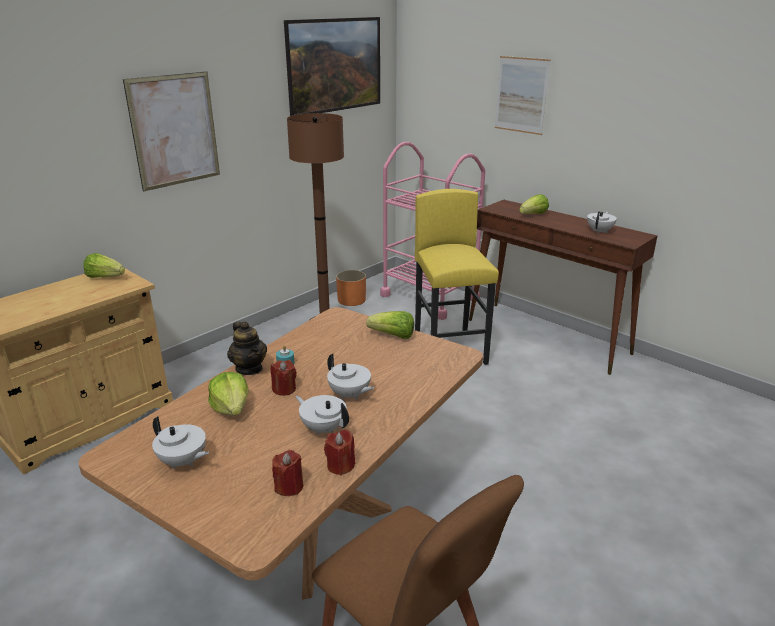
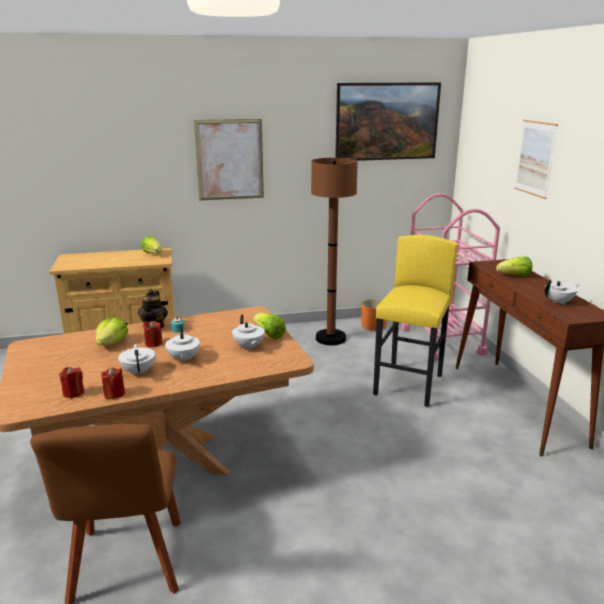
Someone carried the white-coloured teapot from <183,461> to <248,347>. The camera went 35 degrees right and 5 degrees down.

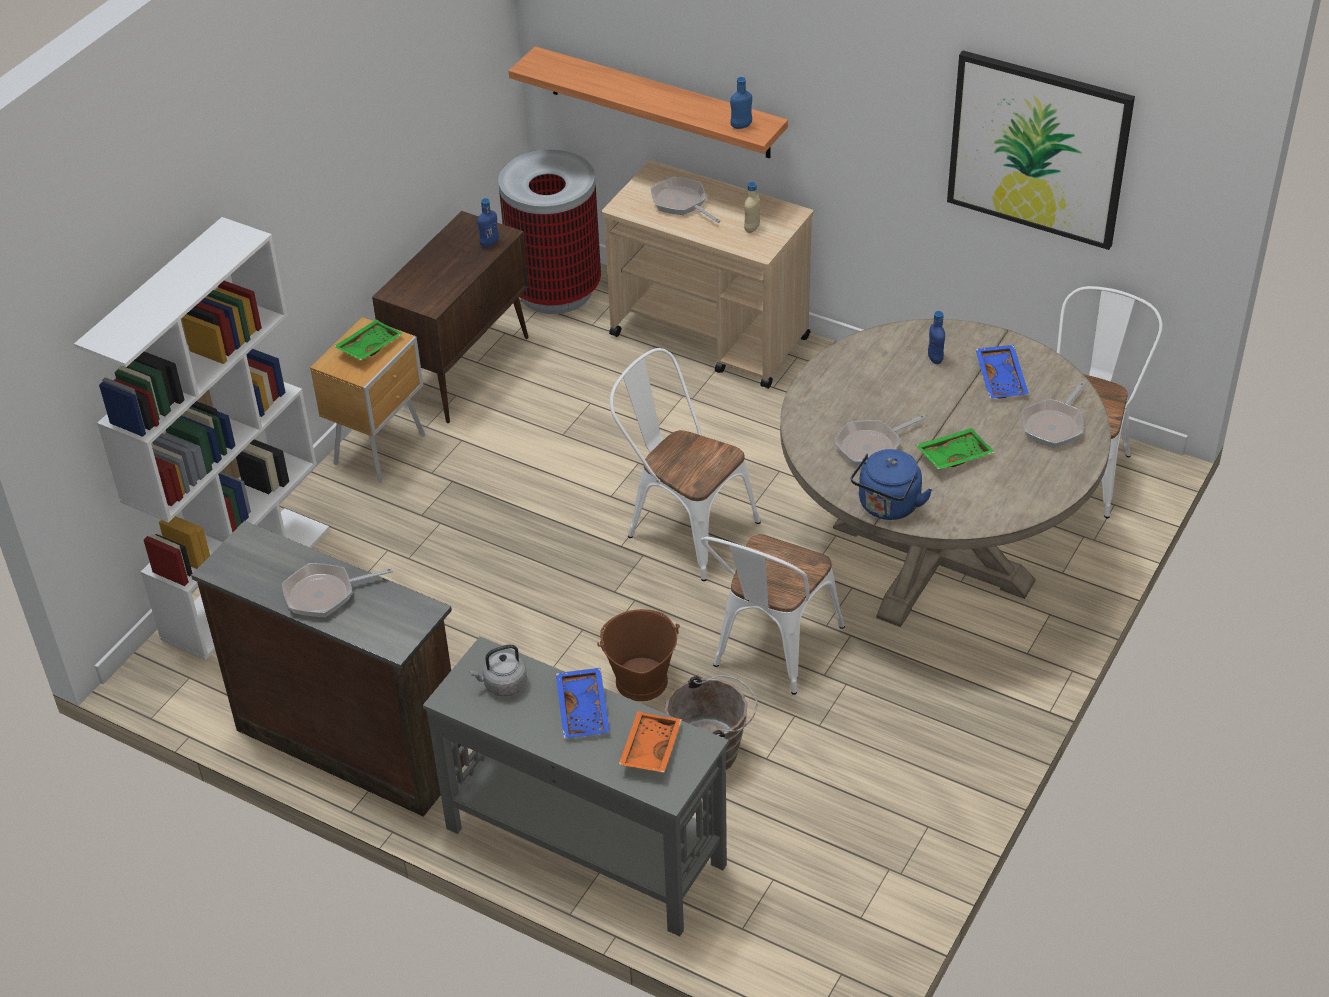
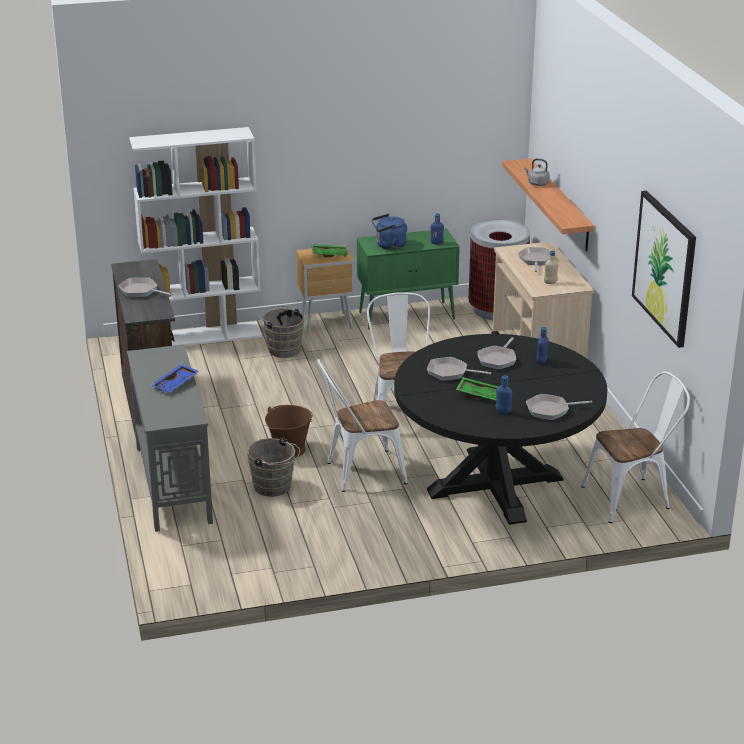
Someone took away the orangey tray at <649,749>. Someone took away the blue tray at <1002,379>. Someone put down the brown bucket at <282,349>. Someone put down the skillet at <498,359>. Someone carried the greyish water kettle from <503,685> to <537,183>. Someone carried the blue beverage bottle from <741,126> to <503,411>. Someone carried the blue water kettle from <887,507> to <389,246>. Someone repainted the brown cabinet at <463,369>, which became the greenish cabinet at <407,315>. Someone repainted the beige kitchen table at <932,554>, which became the black-coloured kitchen table at <495,485>. The camera went 45 degrees right and 15 degrees down.

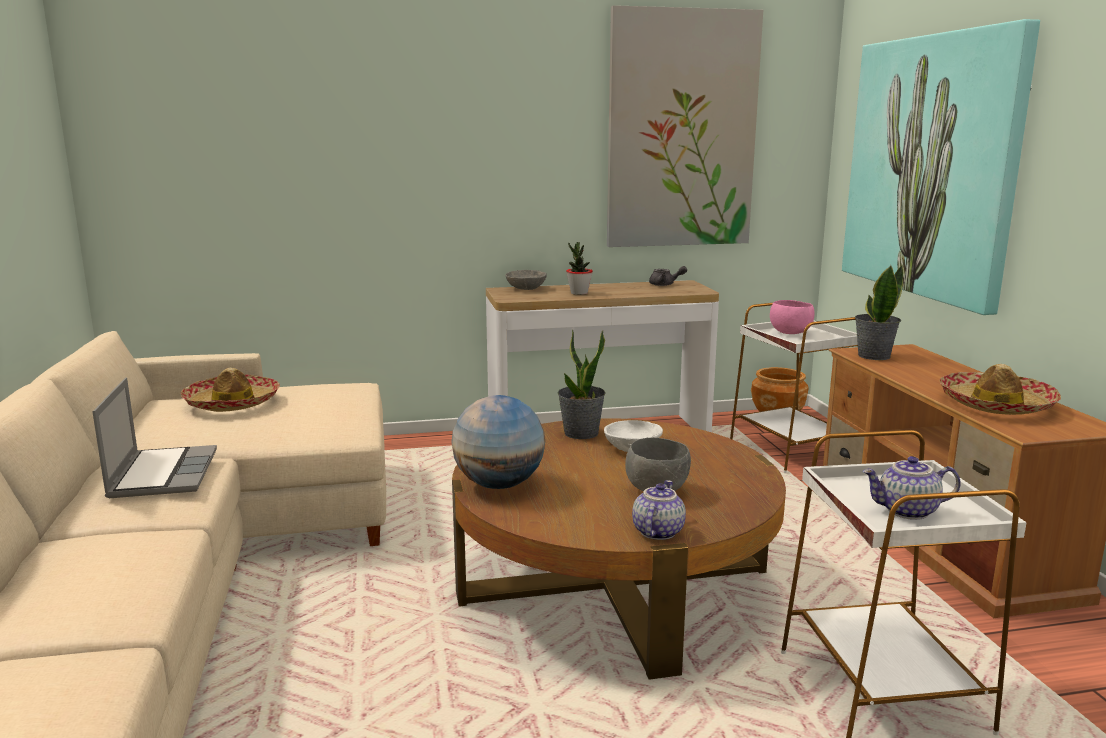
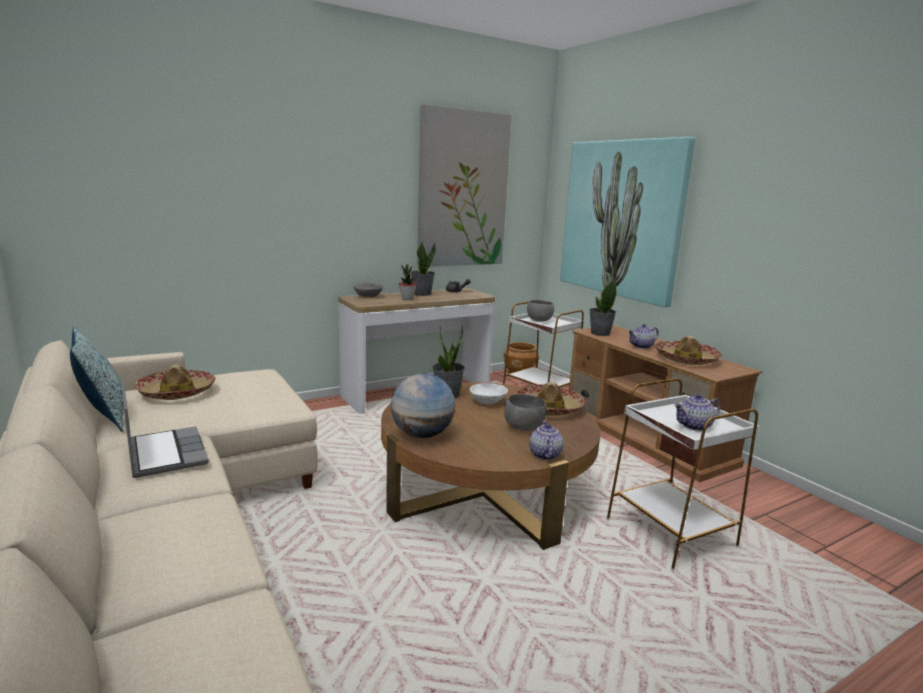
Someone put down the throw pillow at <104,417>. Someone put down the potted plant at <422,294>. Someone put down the wearable hat at <549,408>. Someone put down the teapot at <641,346>. Someone repainted the pink-coloured deep dish at <789,333>, which became the greyish deep dish at <538,320>. The camera went 20 degrees left and 0 degrees up.

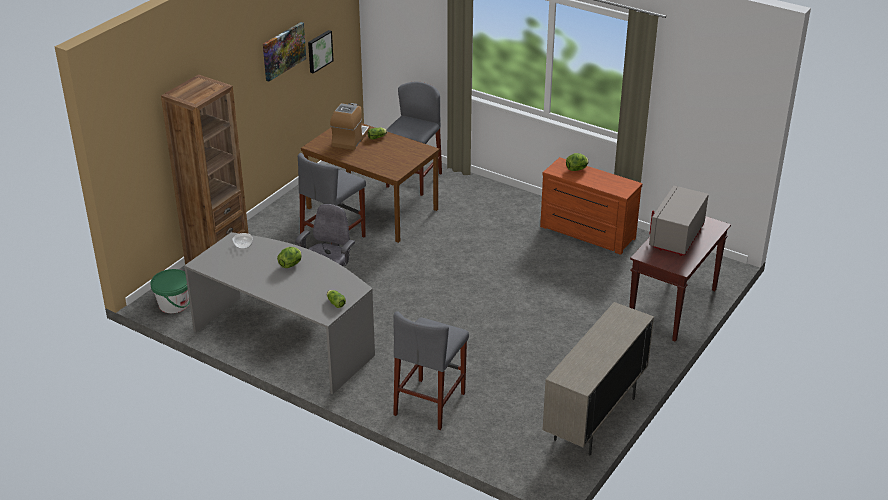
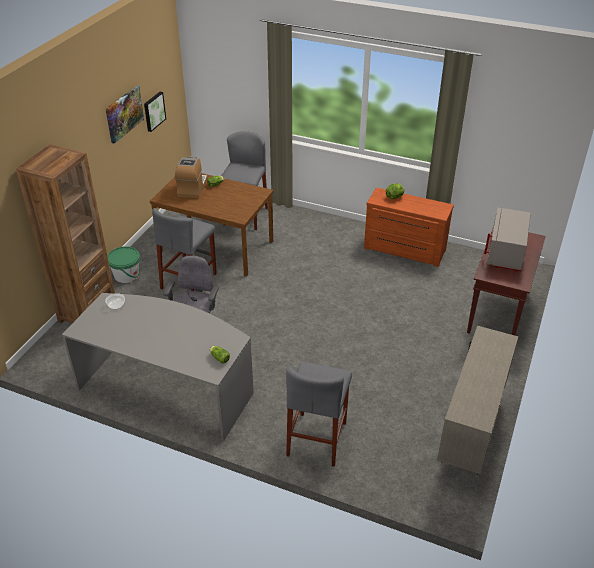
Someone took away the lettuce head at <291,264>. Someone carried the greenish bucket from <174,304> to <126,275>. The camera went 10 degrees left and 5 degrees up.

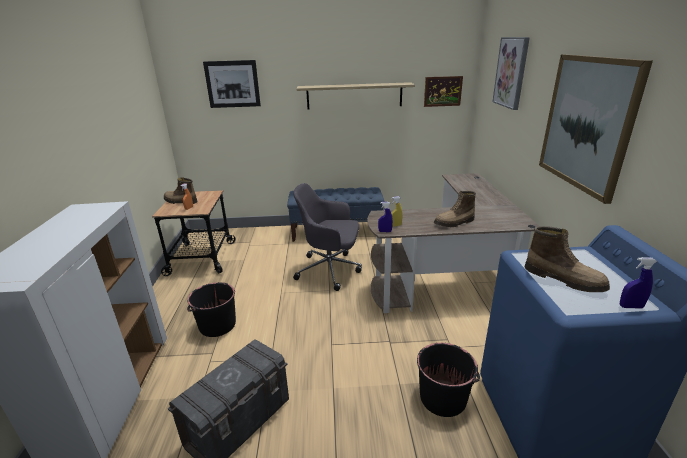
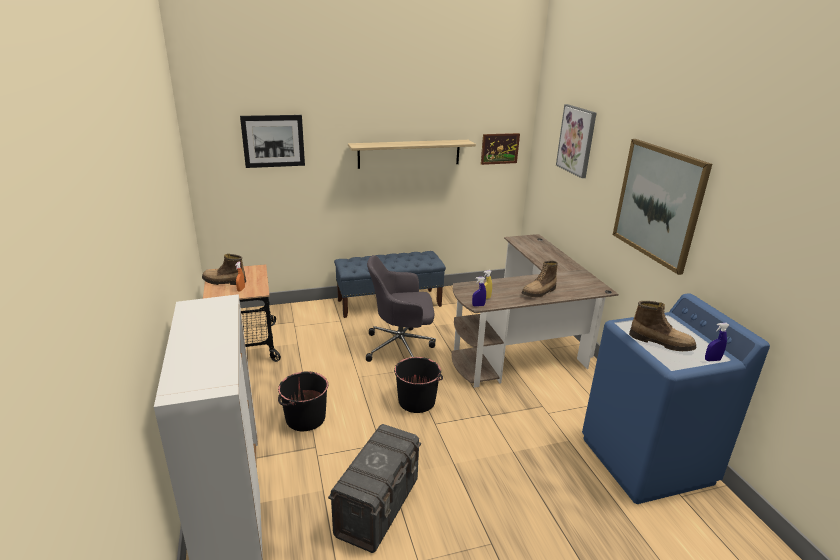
Someone carried the black-coloured bucket from <443,397> to <417,401>. The camera went 15 degrees left and 0 degrees up.

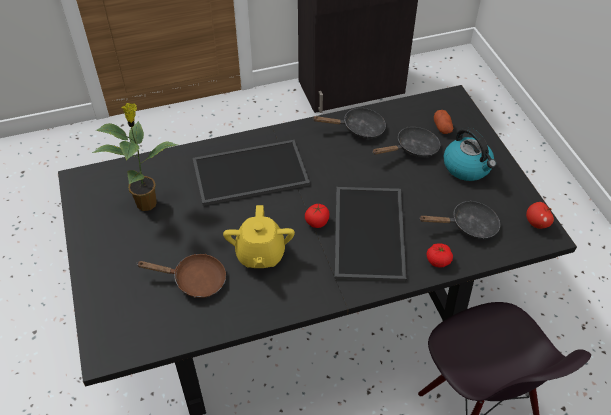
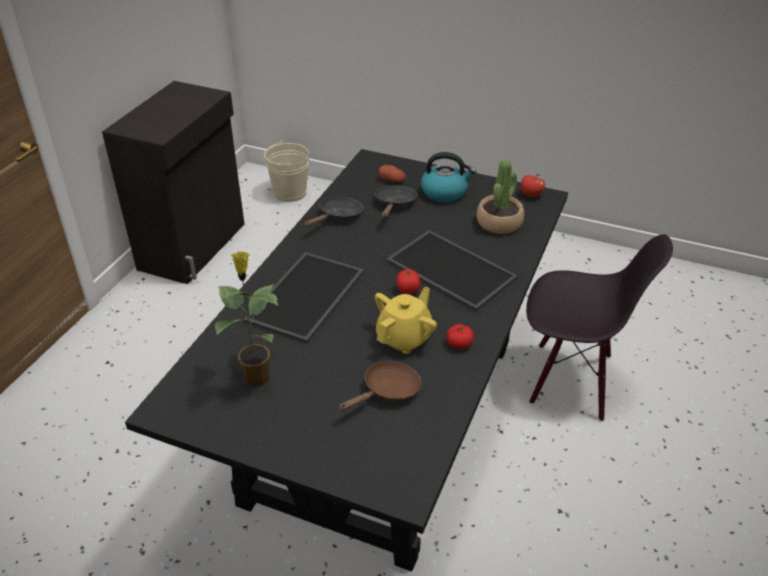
Someone put down the beige bucket at <290,193>. Someone carried the fresh tomato from <438,261> to <459,344>. Someone swapped the black-coloured skillet at <468,226> for the potted plant at <499,223>. Someone rotated the yellowish teapot at <260,254> by 90 degrees counterclockwise. The camera went 50 degrees left and 10 degrees down.

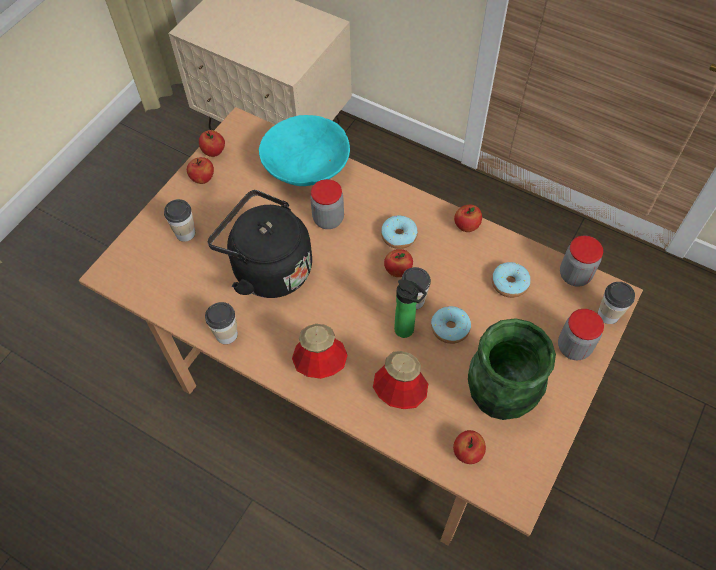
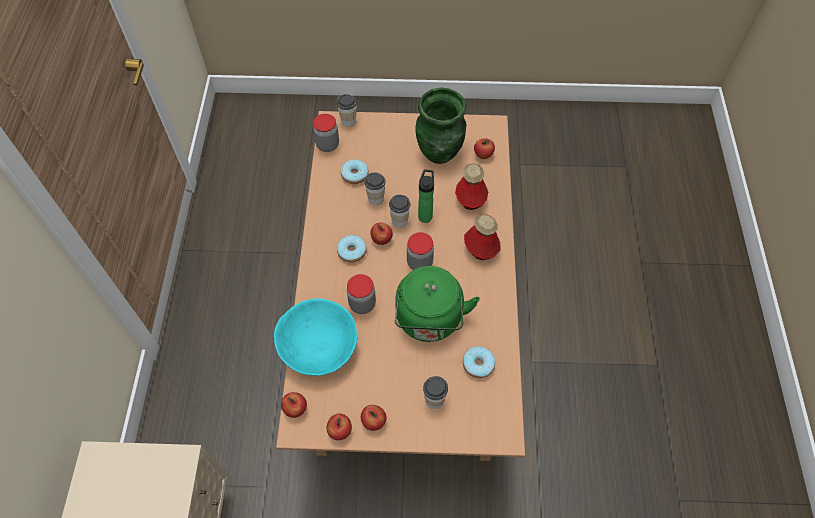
Someone carried the drinking cup from <226,334> to <375,198>. Someone carried the ring doughnut from <450,328> to <478,364>. Someone carried the apple from <466,226> to <295,409>. Someone carried the jar from <573,347> to <419,262>. Someone repainted the black-coloured water kettle at <268,268>, which became the greenish water kettle at <429,321>. The camera went 120 degrees left and 0 degrees up.

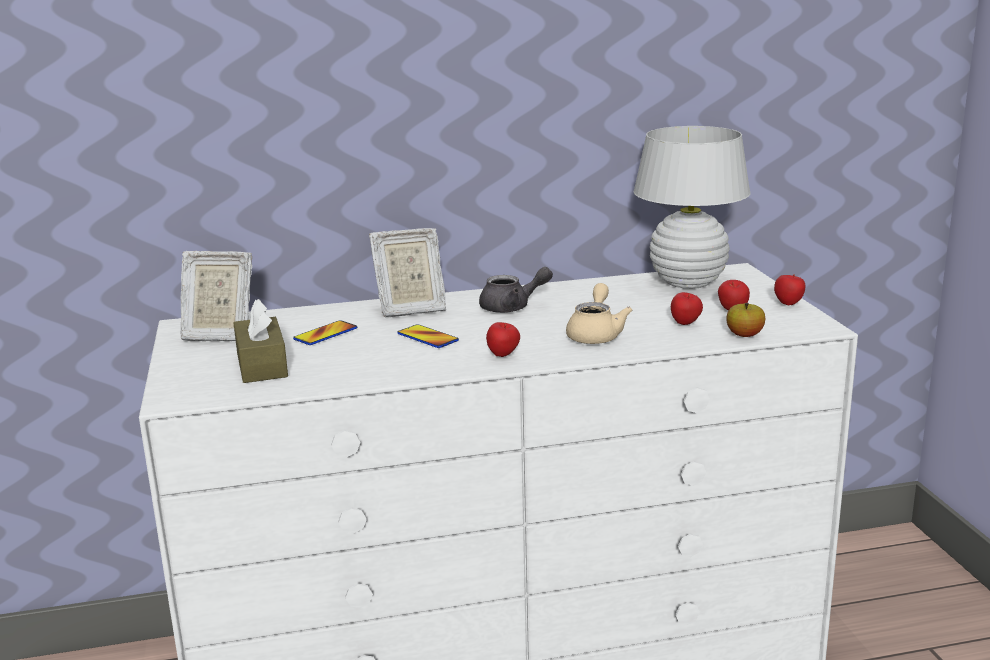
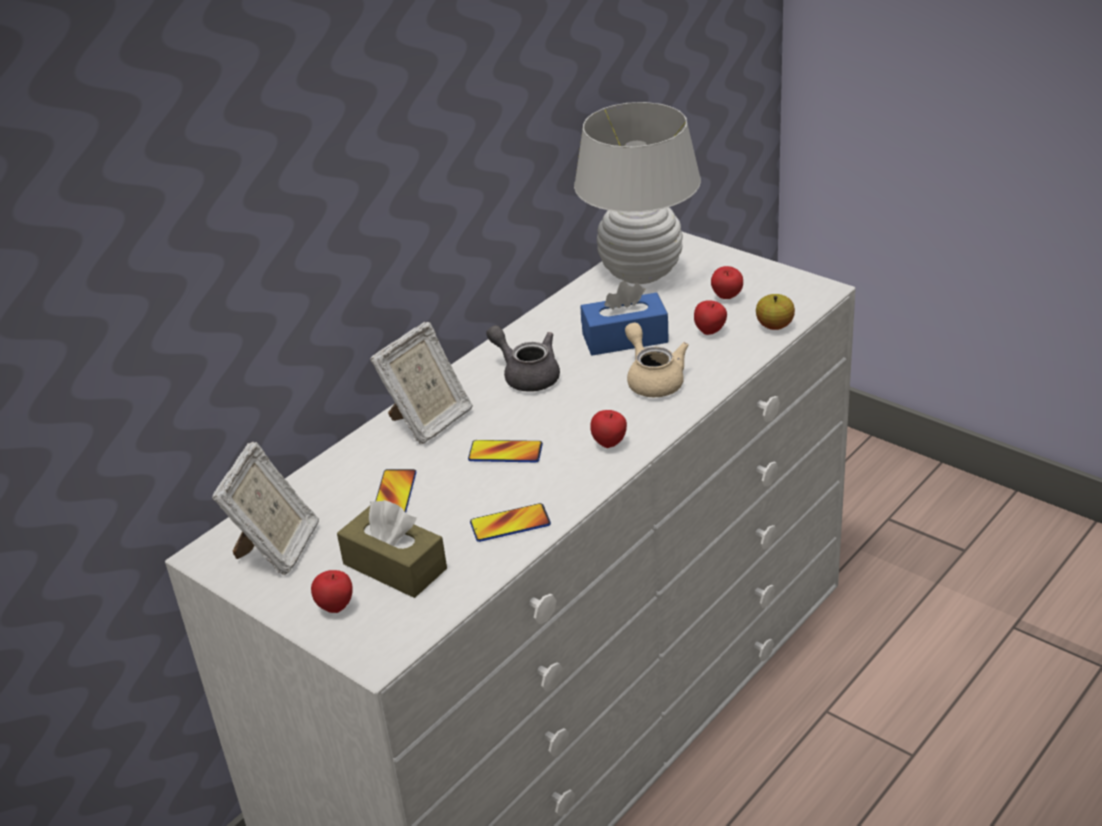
Someone put down the phone at <510,524>. Someone put down the blue box of tissues at <625,338>. Someone carried the apple from <789,304> to <336,607>. Someone rotated the standing frame at <218,335> by 45 degrees counterclockwise. Someone rotated the greyish teapot at <512,307> by 90 degrees counterclockwise. The camera went 35 degrees left and 15 degrees up.

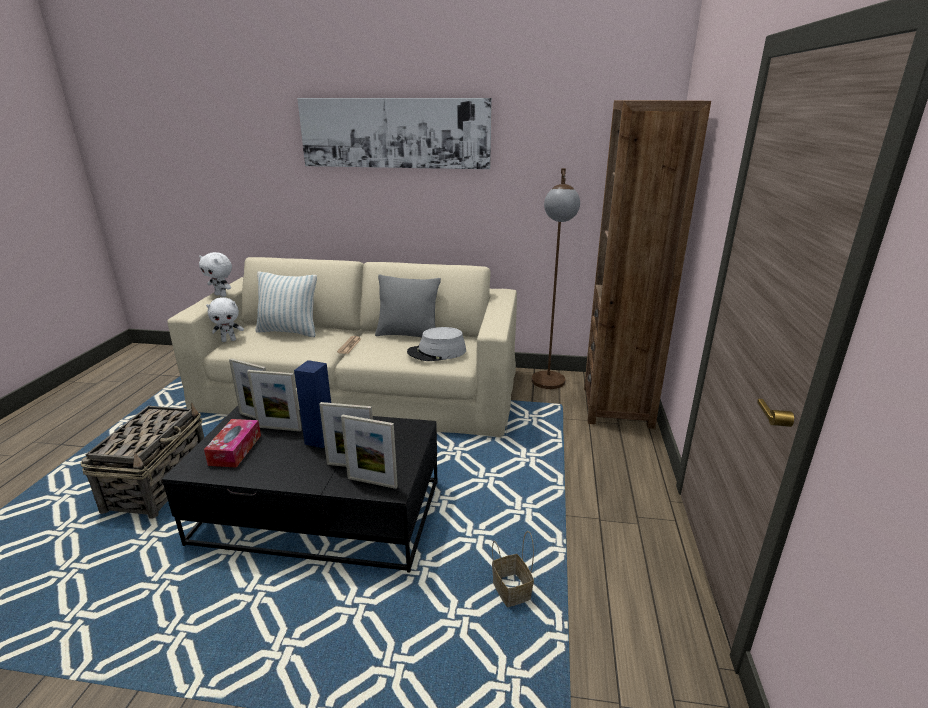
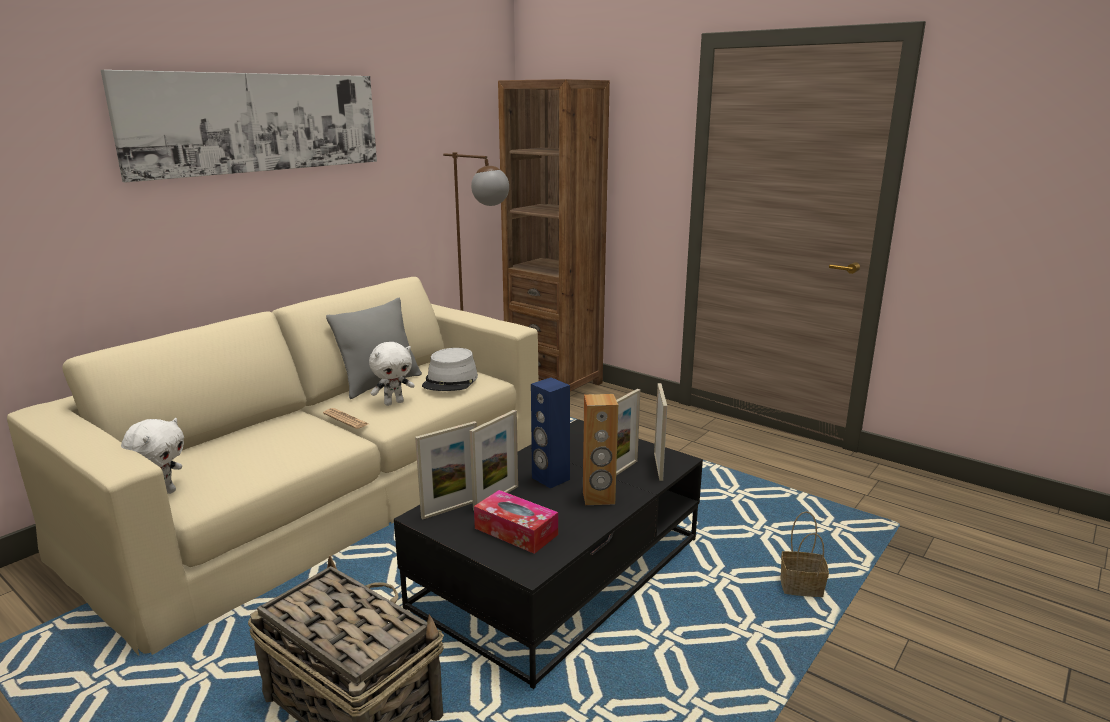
Someone took away the throw pillow at <289,331>. Someone put down the brown speaker at <598,498>. Someone carried the white-coloured soft toy from <221,295> to <394,402>. Someone carried the basket from <510,590> to <800,587>. Someone rotated the standing frame at <372,482> by 45 degrees counterclockwise. The camera went 60 degrees left and 5 degrees down.

